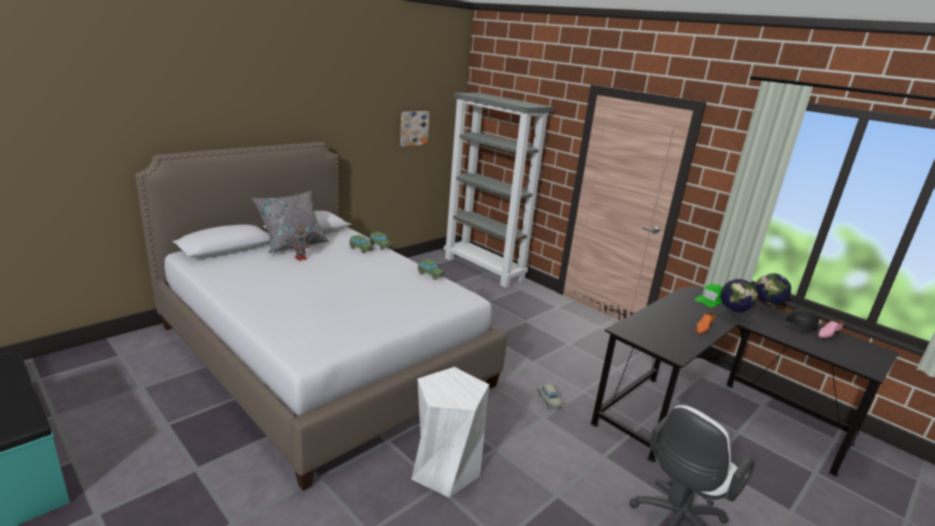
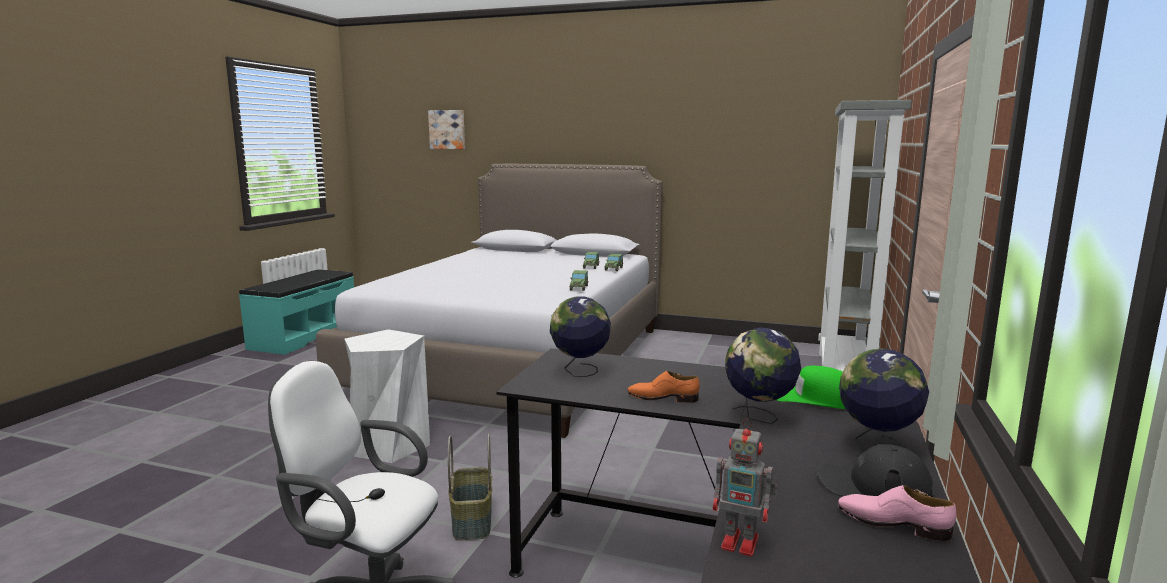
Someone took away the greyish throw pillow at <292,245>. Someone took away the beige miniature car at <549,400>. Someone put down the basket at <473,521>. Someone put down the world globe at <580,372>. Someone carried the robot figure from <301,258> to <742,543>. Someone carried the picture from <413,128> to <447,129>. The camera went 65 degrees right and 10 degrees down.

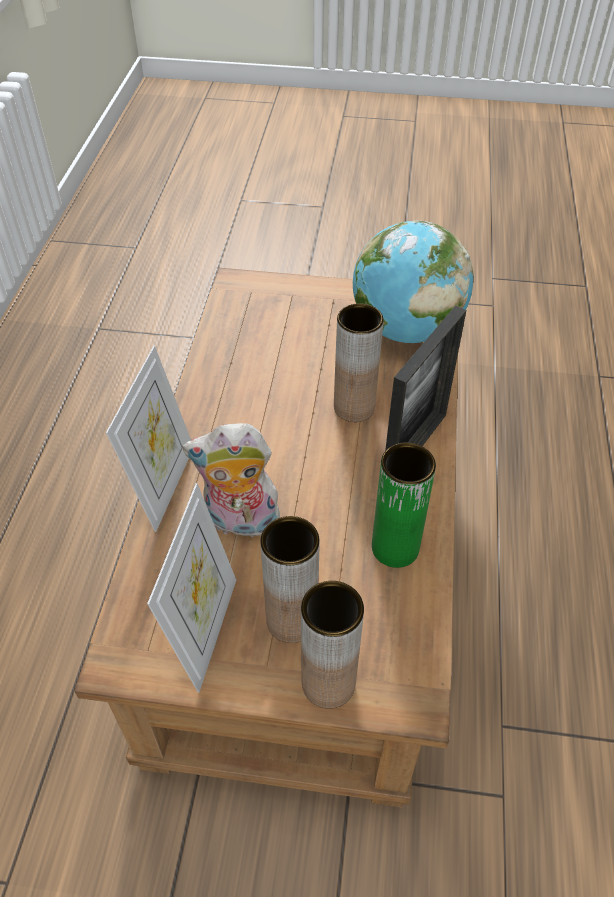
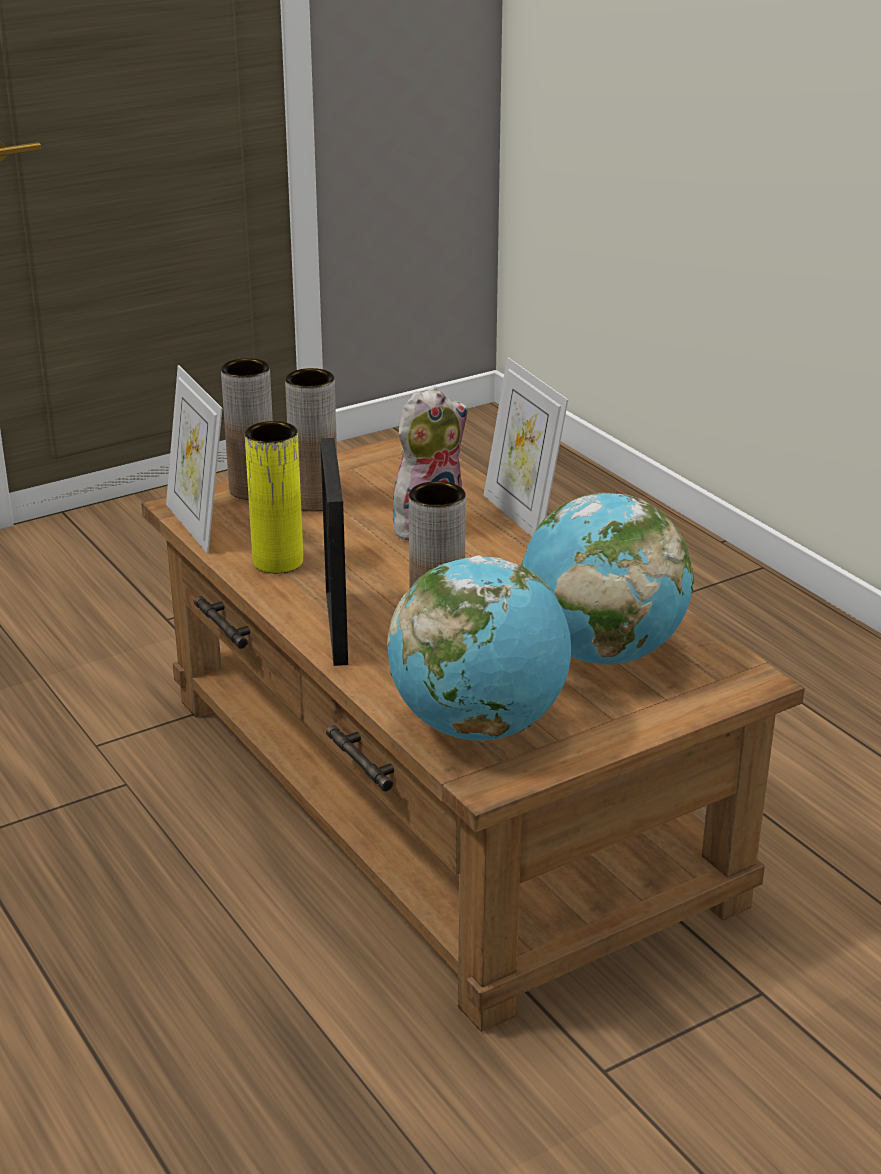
Someone put down the world globe at <602,653>. Someone carried the standing frame from <205,630> to <198,525>. Someone repainted the greenish vase at <395,548>, which became the yellowish vase at <278,562>. The camera went 140 degrees right and 20 degrees down.

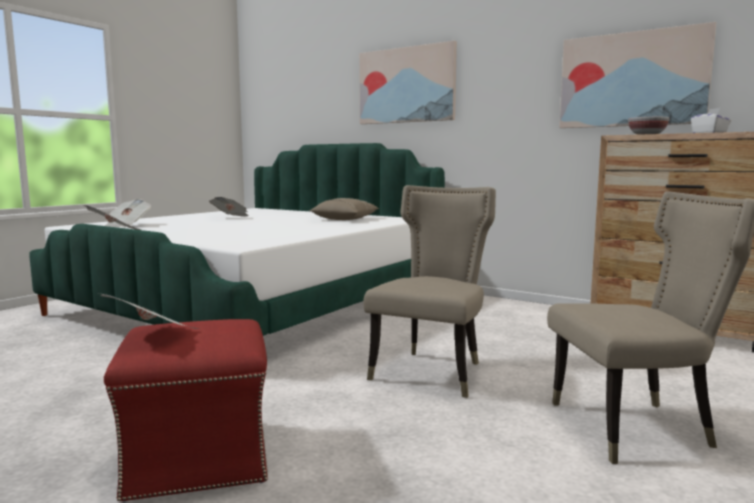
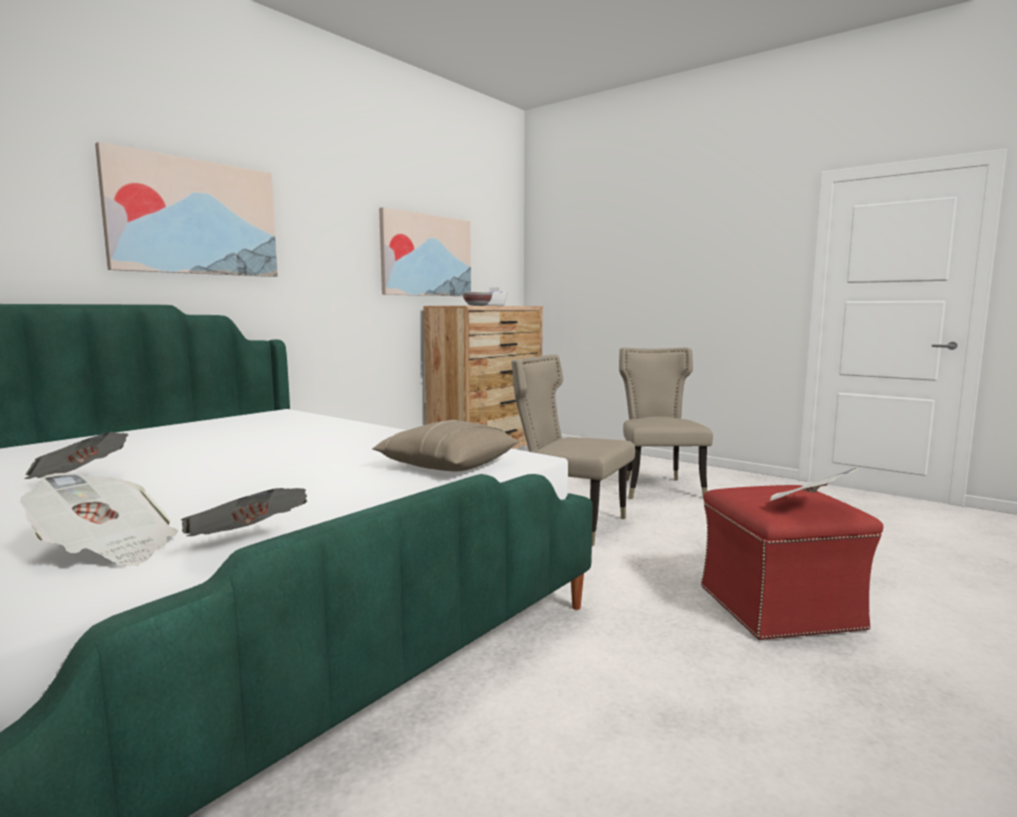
Someone carried the beige throw pillow from <345,219> to <447,465>. The camera went 85 degrees left and 0 degrees up.

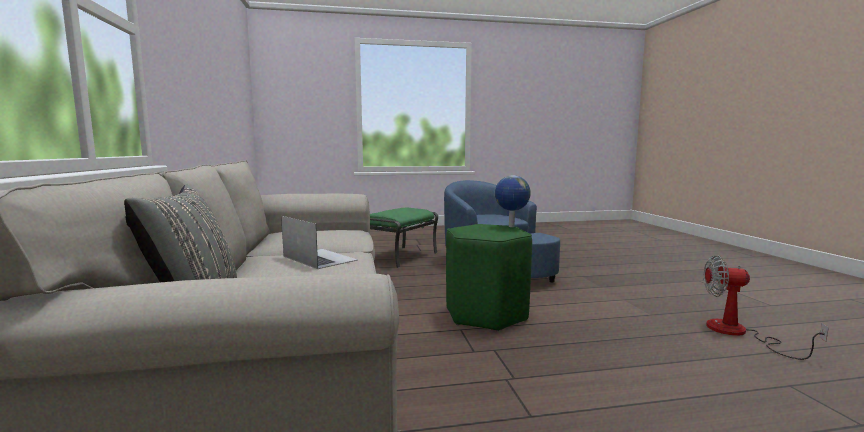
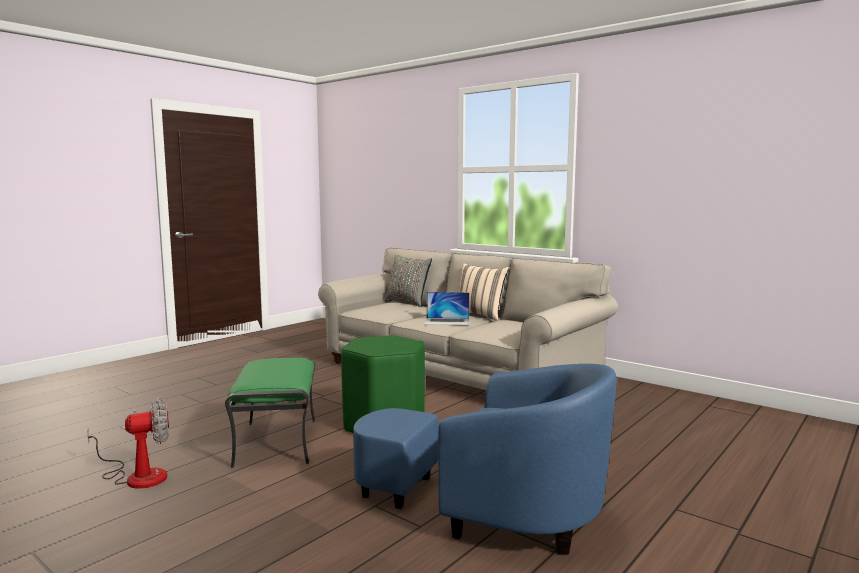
Someone took away the world globe at <511,226>. Someone put down the beige throw pillow at <480,316>. Someone carried the greenish pouffe from <400,256> to <278,442>. The camera went 140 degrees right and 0 degrees up.

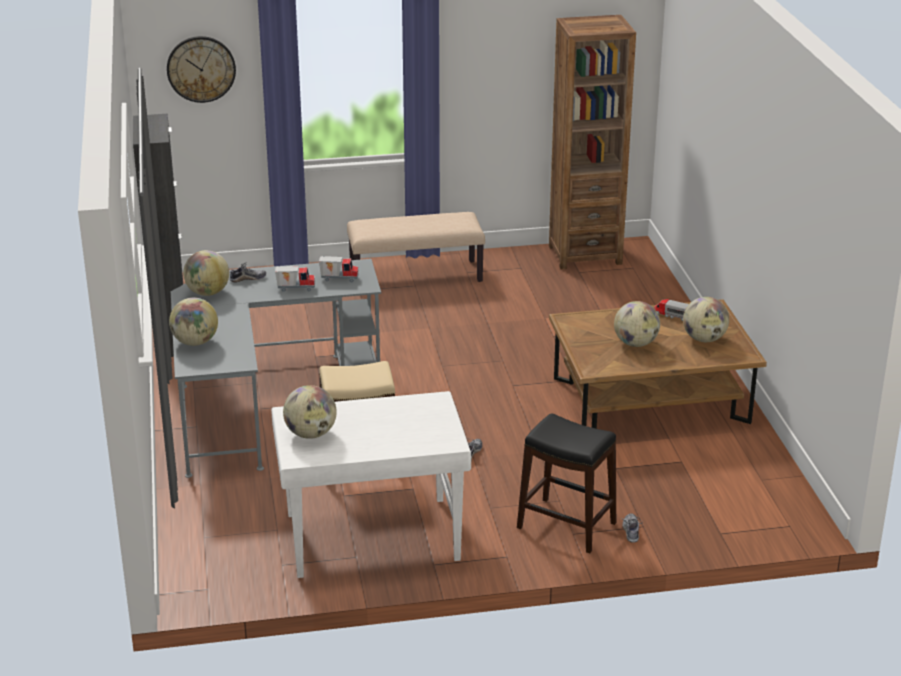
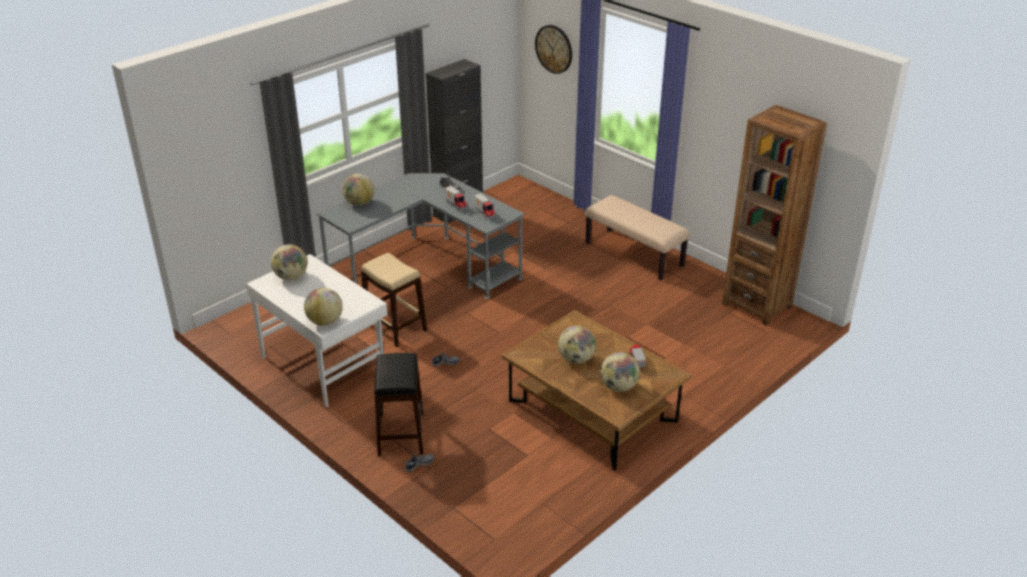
Someone carried the world globe from <207,293> to <325,321>. The camera went 55 degrees right and 5 degrees up.

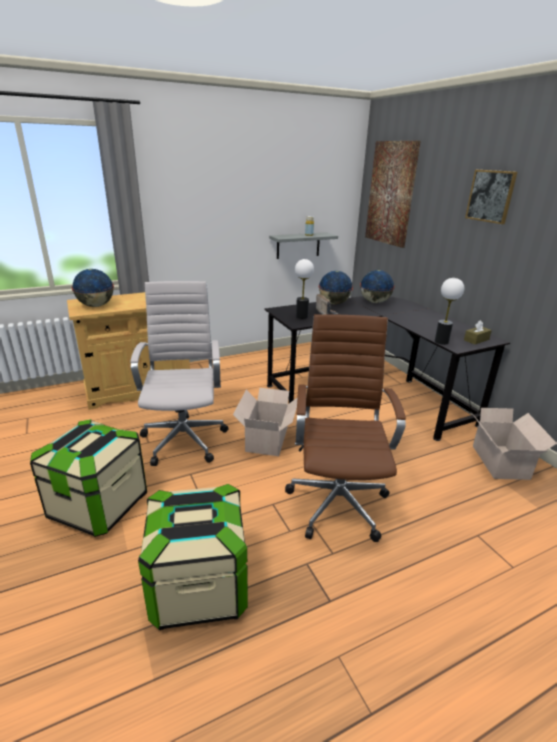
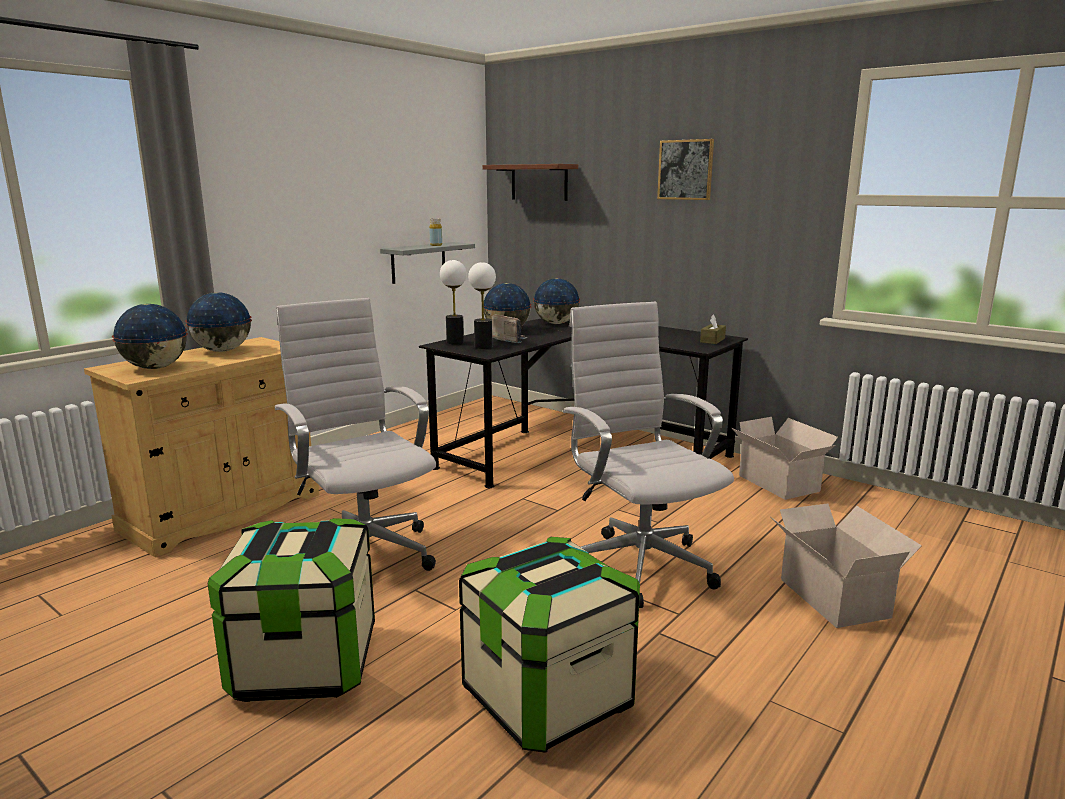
Someone put down the world globe at <222,351>. Someone carried the cardboard box from <268,438> to <832,596>. Someone carried the tabletop lamp from <441,341> to <455,342>. Someone swapped the picture at <391,194> for the brown shelf at <539,182>. Someone repainted the brown office chair at <337,501>, which became the white-coloured office chair at <638,564>. The camera went 25 degrees left and 10 degrees down.

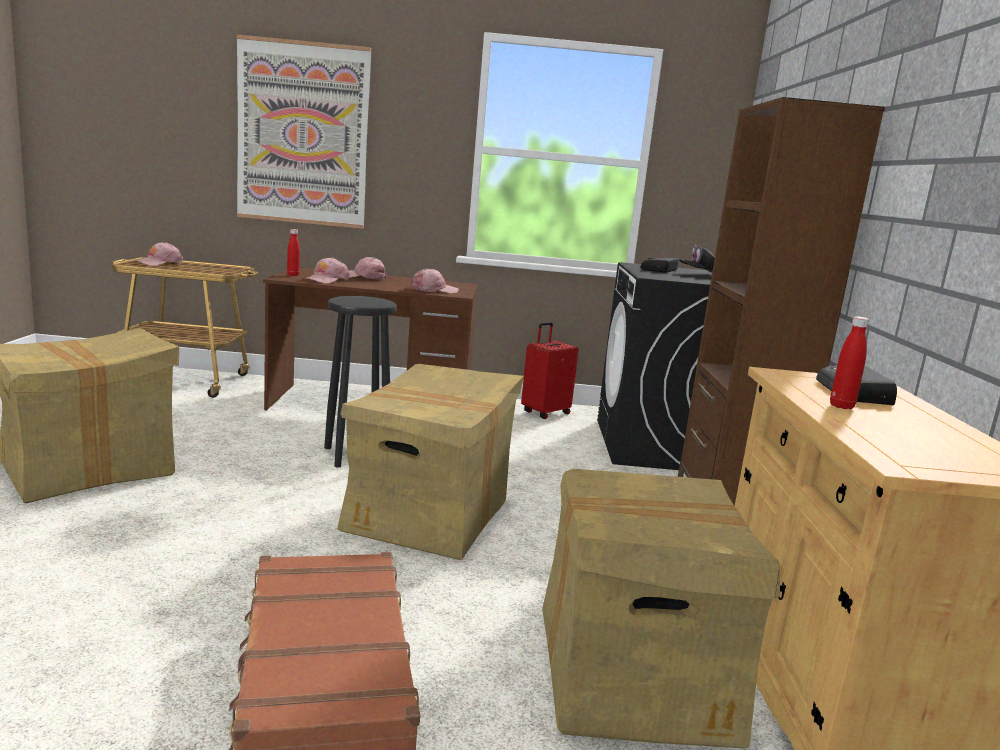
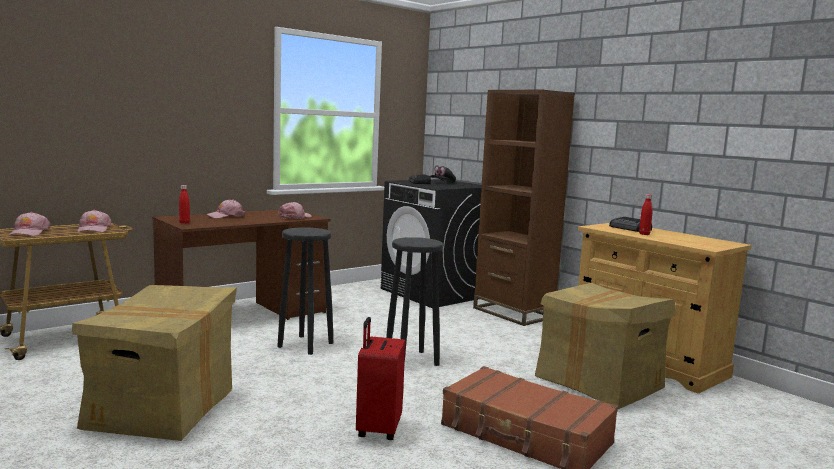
Someone took away the picture at <303,134>. Someone carried the pink-coloured cap from <326,280> to <93,229>. Someone carried the red suitcase from <545,413> to <377,429>. Someone swapped the cardboard box at <428,516> for the black-coloured sitting stool at <411,360>. The camera went 40 degrees left and 5 degrees down.

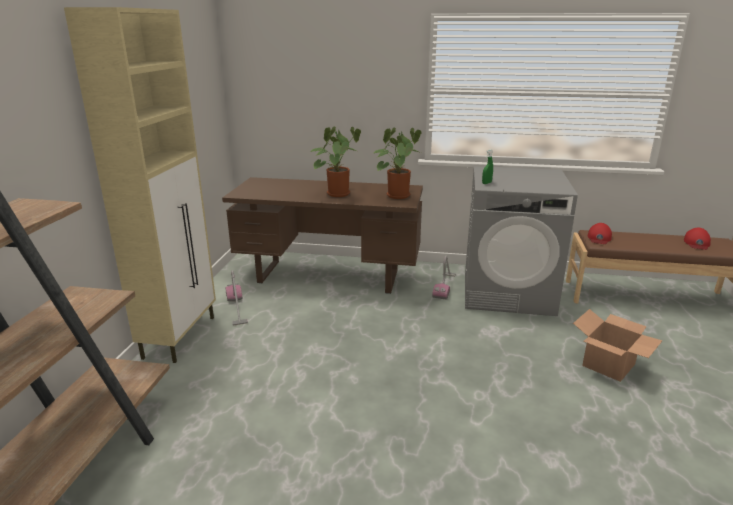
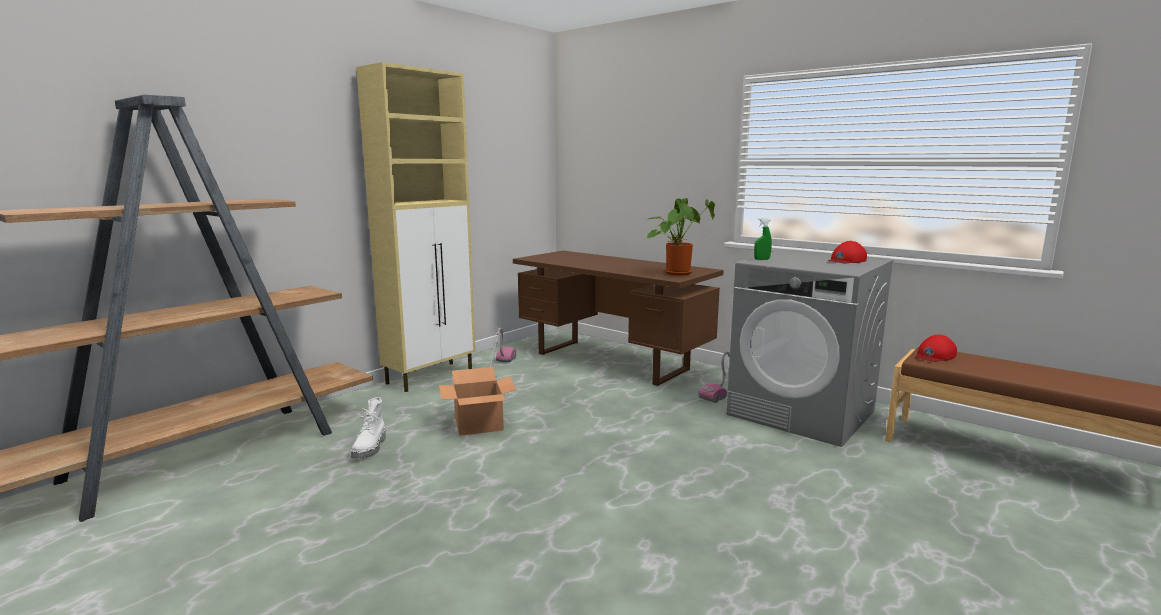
Someone took away the potted plant at <337,193>. Someone put down the white-coloured tall boot at <370,448>. Someone carried the cardboard box from <608,364> to <479,424>. Someone carried the red cap from <697,243> to <846,260>. The camera went 30 degrees right and 10 degrees down.

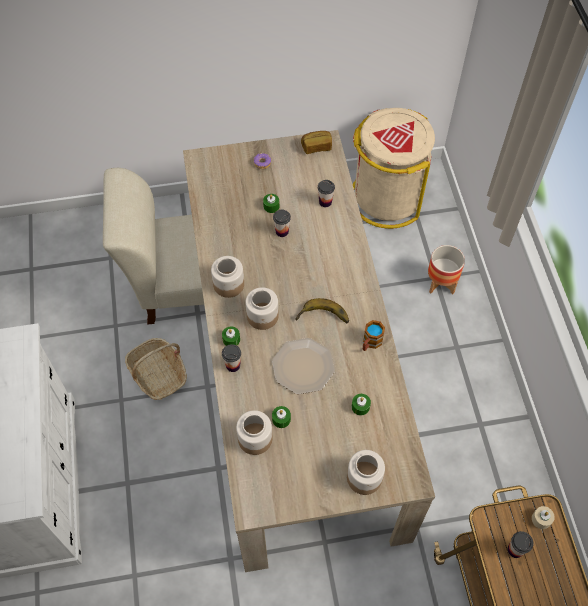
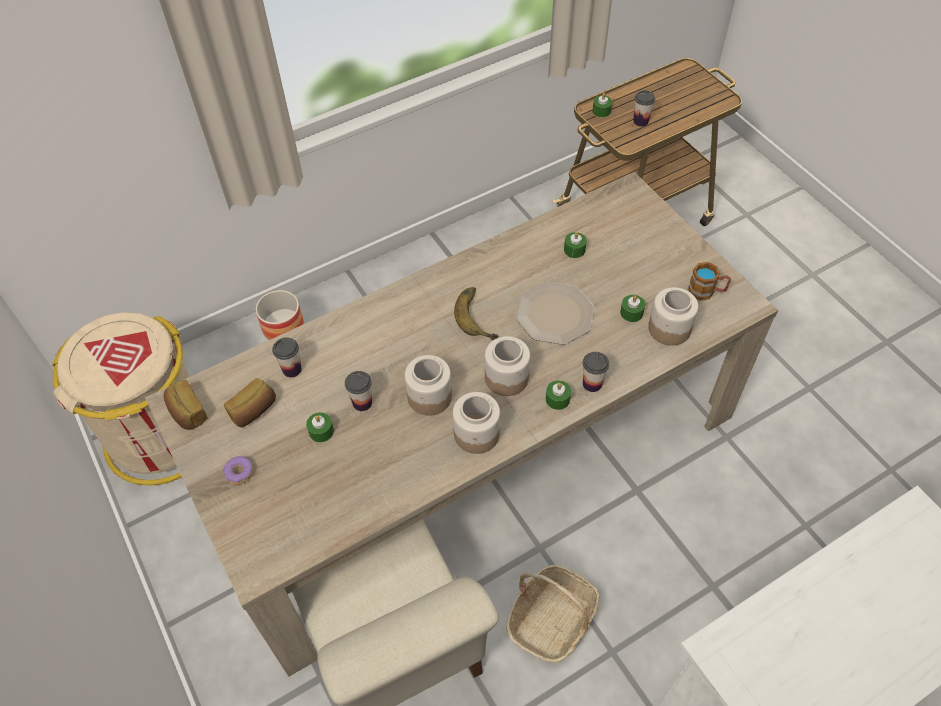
Someone put down the bread at <254,411>. Someone carried the jar from <364,477> to <429,396>. Someone carried the tea mug from <370,343> to <706,291>. Someone repainted the beige wax light at <541,519>, which became the greenish wax light at <601,111>. The camera went 110 degrees left and 5 degrees down.

